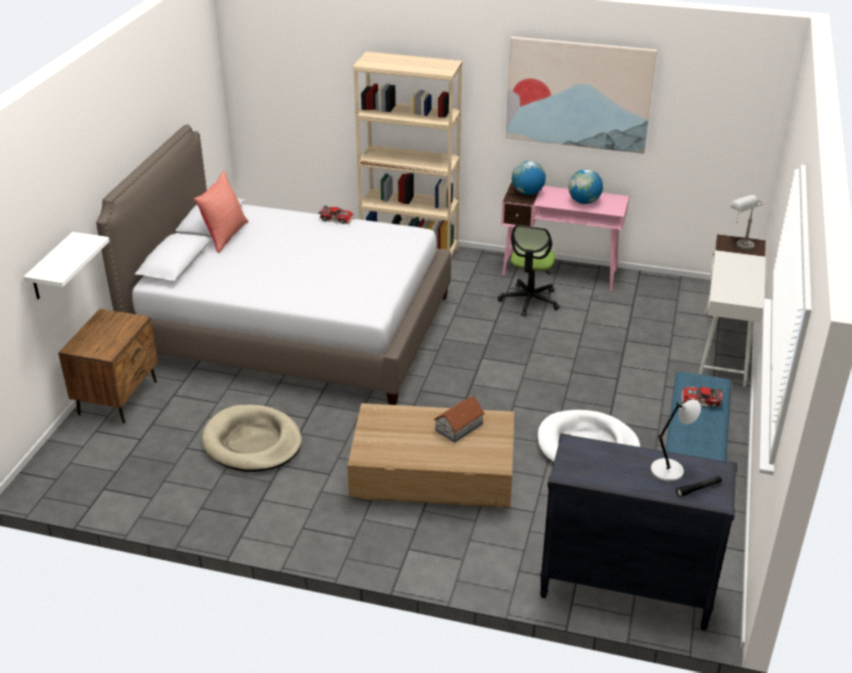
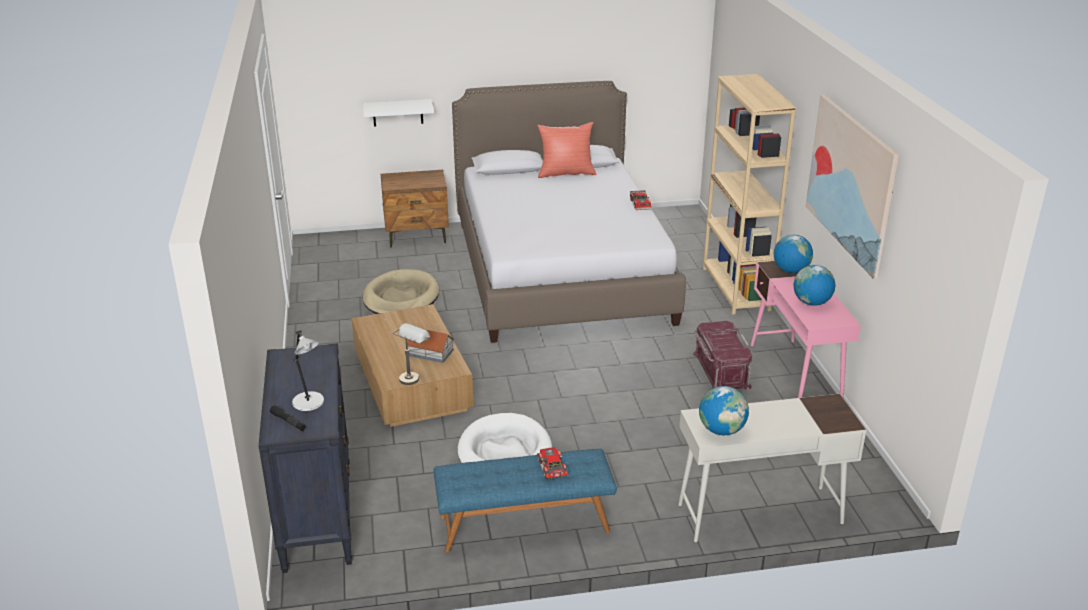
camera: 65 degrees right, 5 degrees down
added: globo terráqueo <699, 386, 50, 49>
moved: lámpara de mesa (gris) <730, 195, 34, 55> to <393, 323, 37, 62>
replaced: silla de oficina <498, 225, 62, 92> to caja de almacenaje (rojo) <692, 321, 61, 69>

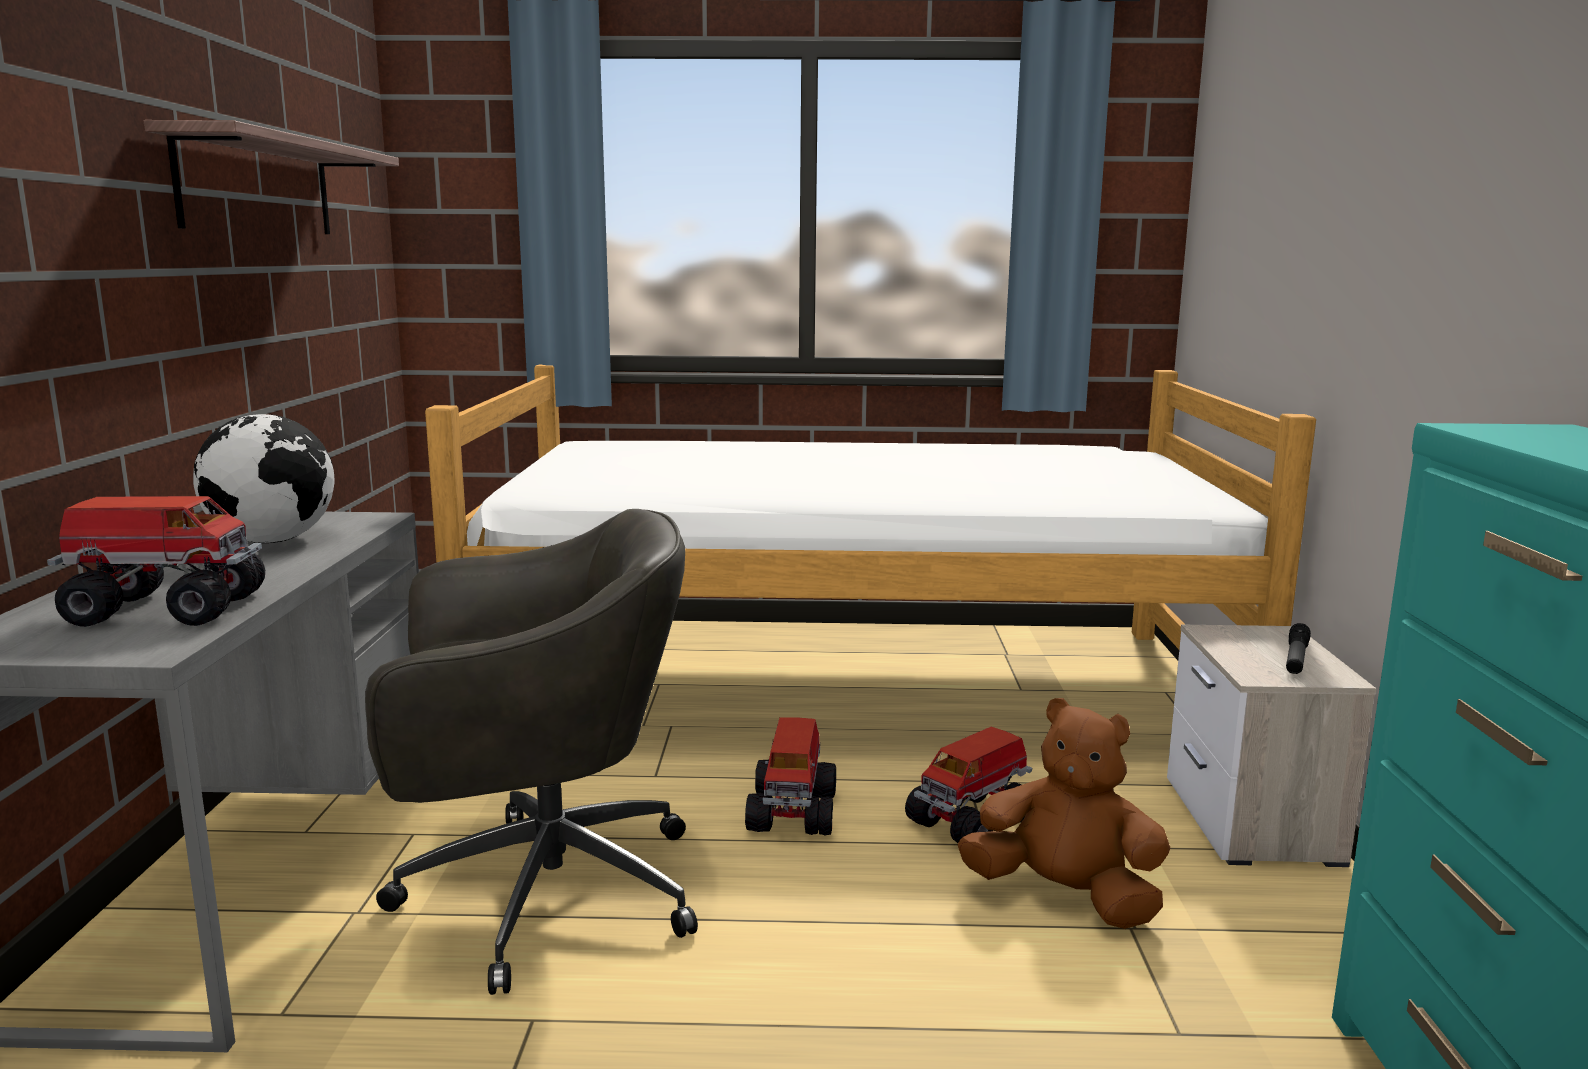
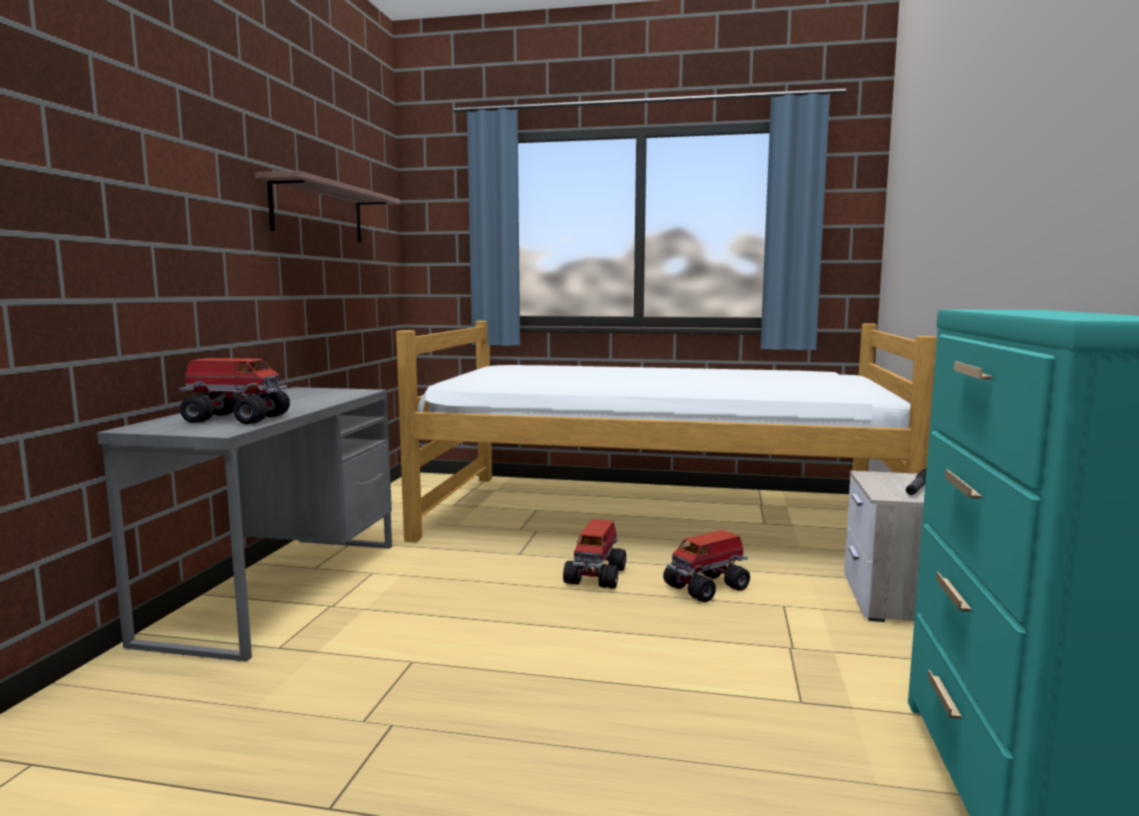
camera: 10 degrees right, 5 degrees down
removed: globo terráqueo <193, 414, 142, 129>; silla de oficina (gris) <365, 509, 333, 486>; peluche (marrón) <958, 698, 213, 231>

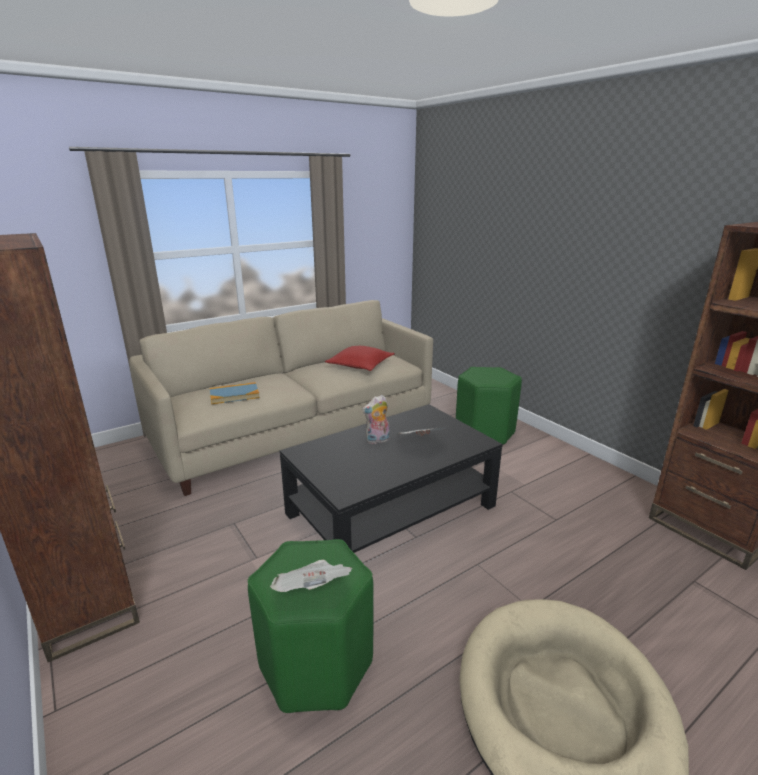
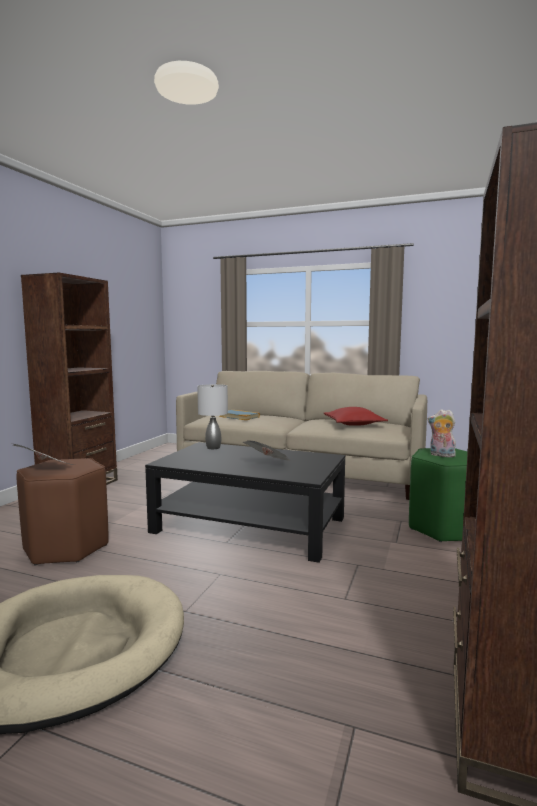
camera: 55 degrees right, 15 degrees down
added: lámpara de mesa (gris) <197, 384, 31, 65>
moved: peluche <362, 395, 28, 49> to <428, 409, 29, 49>
recoloured: taburete (verde) <248, 539, 126, 174> to taburete (marrón) <16, 458, 93, 107>

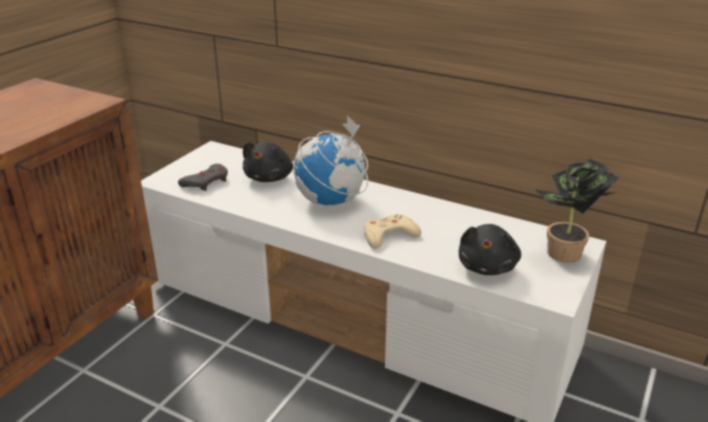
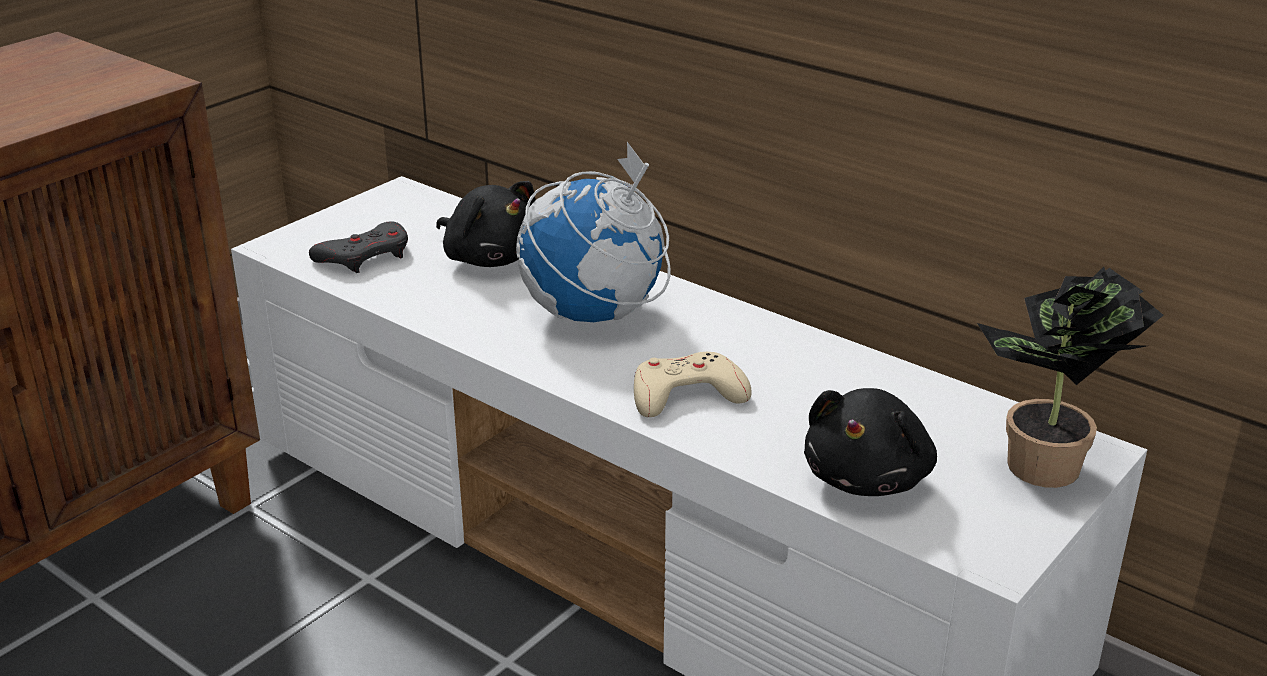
camera: 10 degrees right, 0 degrees up
turned: peluche (negro) <243, 142, 50, 40> = <436, 181, 99, 86> 75 degrees counterclockwise

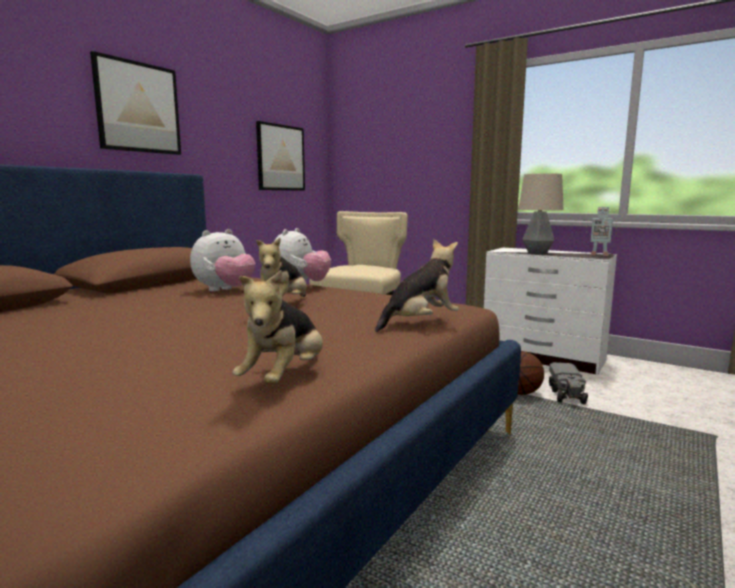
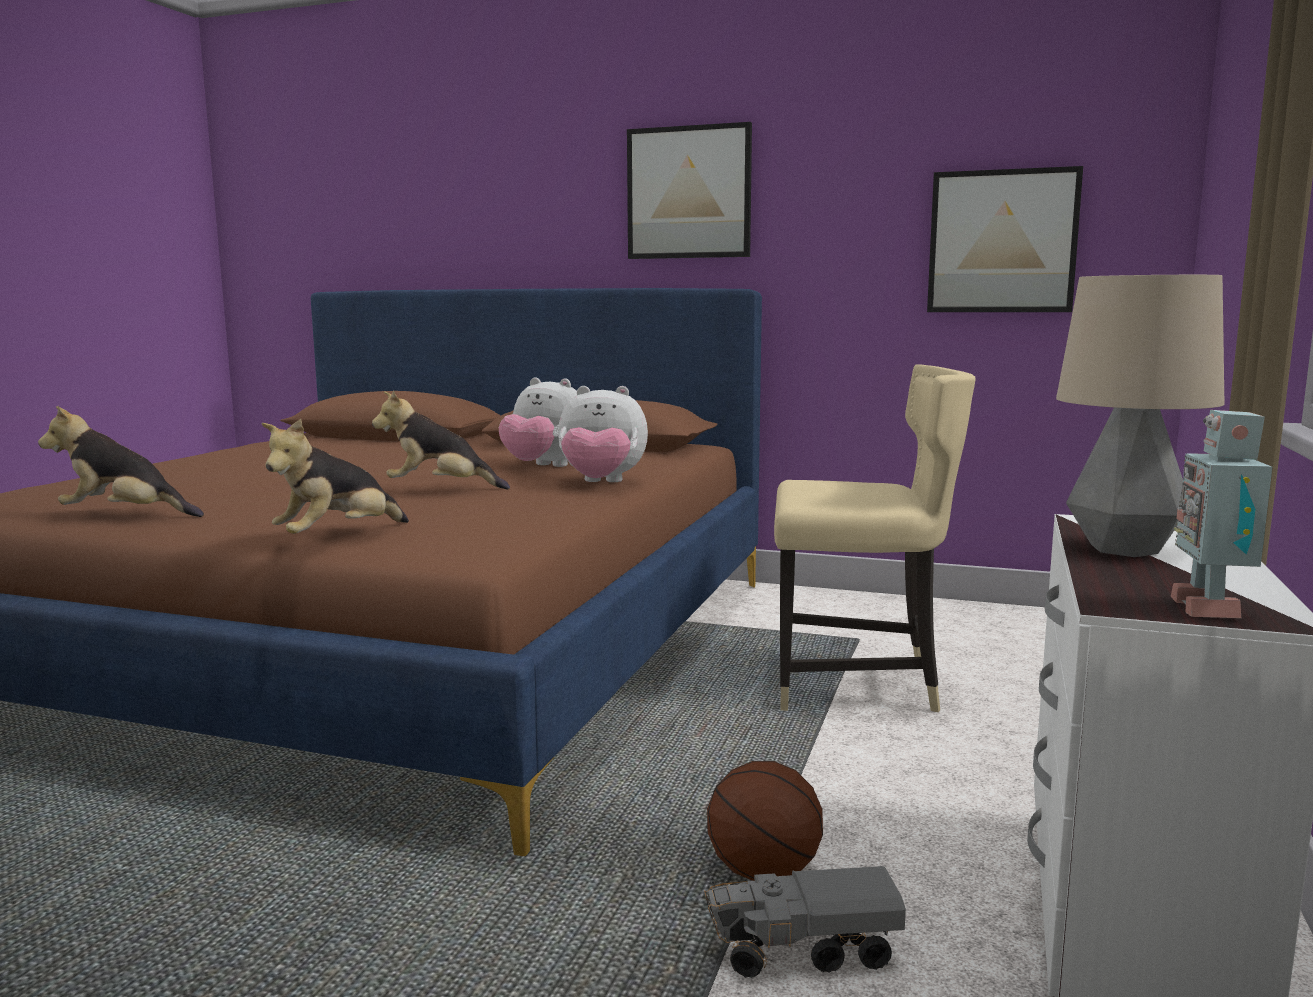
camera: 75 degrees right, 0 degrees up
turned: peluche <375, 239, 84, 93> = <262, 419, 147, 115> 90 degrees clockwise

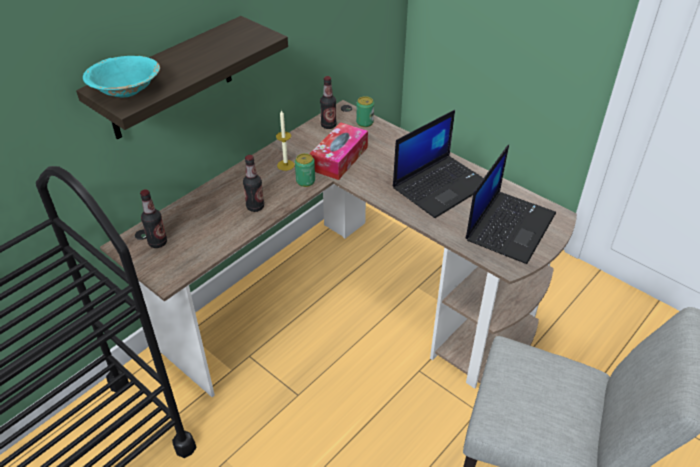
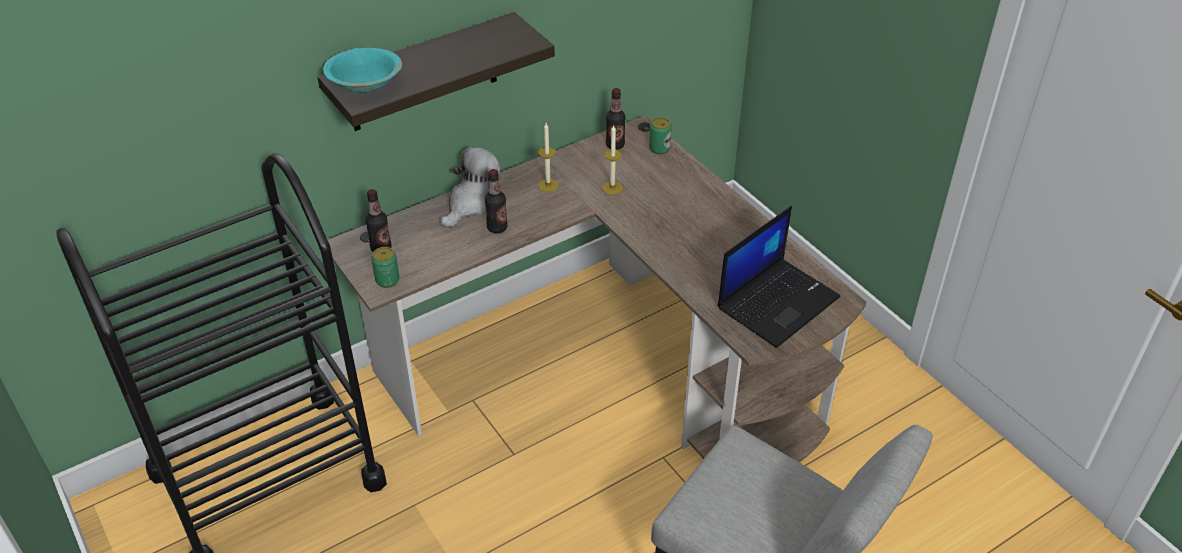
camera: 15 degrees right, 0 degrees up
removed: portátil <393, 110, 90, 108>
added: peluche <441, 147, 59, 81>
moved: lata <295, 153, 20, 34> to <371, 247, 29, 41>
replaced: caja de pañuelos <310, 122, 58, 58> to vela <602, 125, 21, 70>

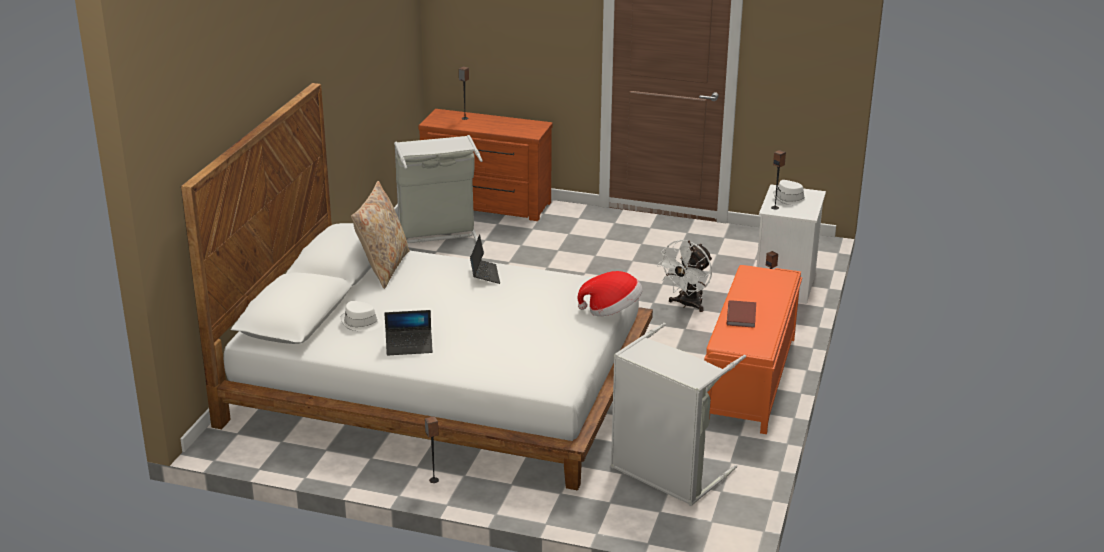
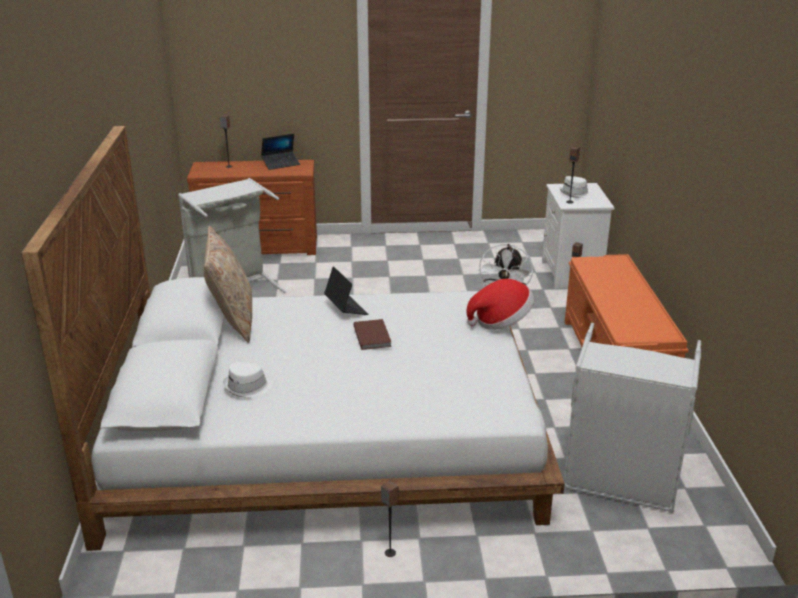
camera: 20 degrees left, 0 degrees up
moved: portátil <384, 310, 49, 46> to <261, 134, 39, 36>; libro (marrón) <727, 300, 29, 28> to <353, 319, 39, 31>

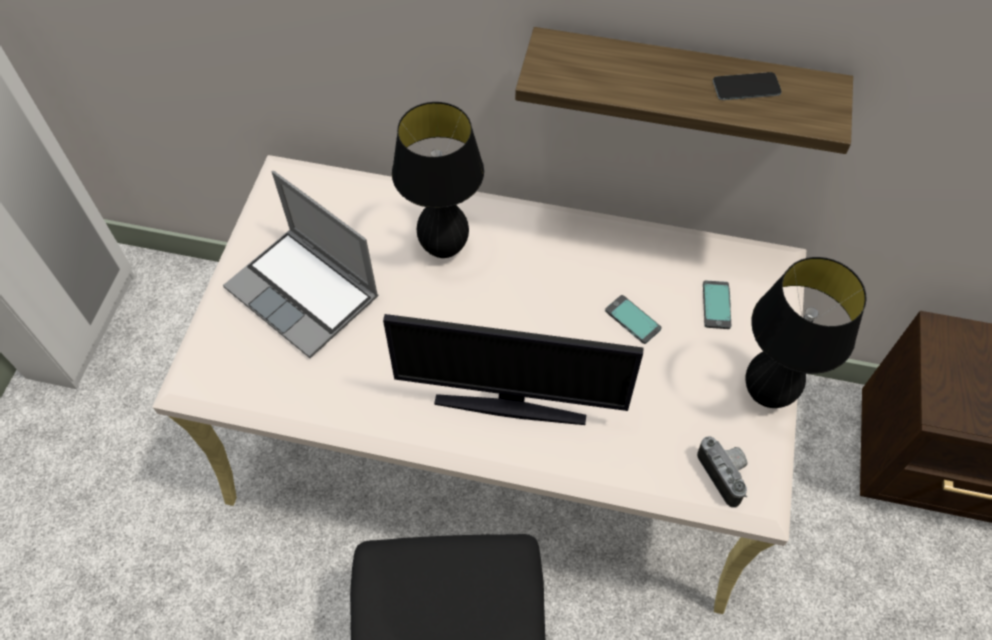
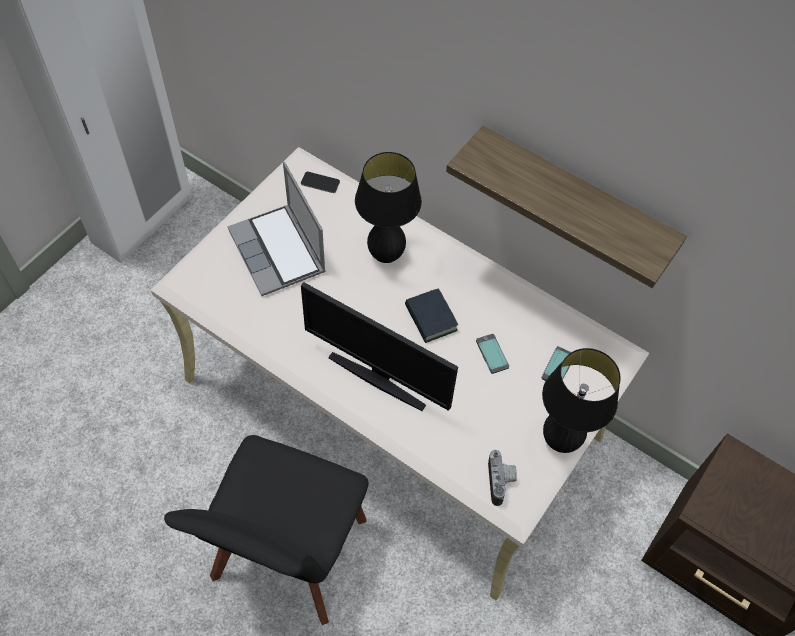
camera: 20 degrees right, 0 degrees up
added: libro <405, 289, 53, 54>
moved: móvil <713, 72, 69, 28> to <301, 172, 39, 21>

